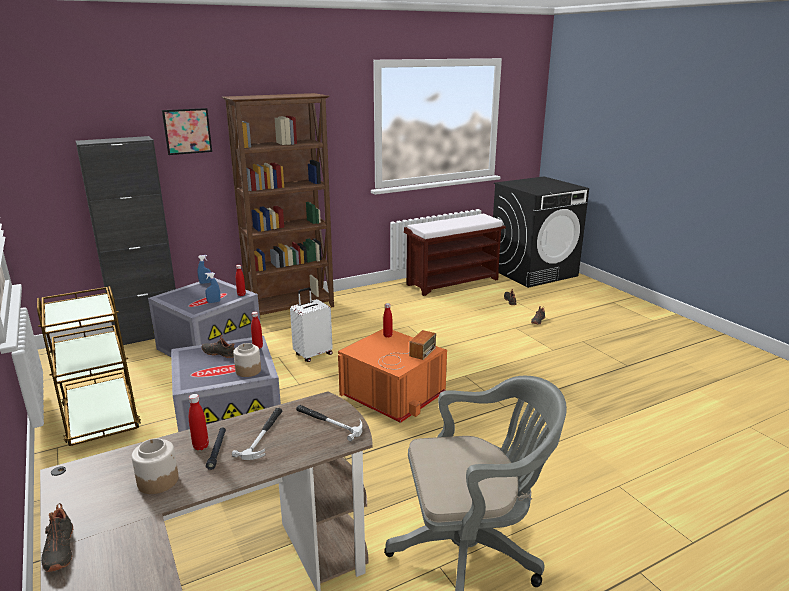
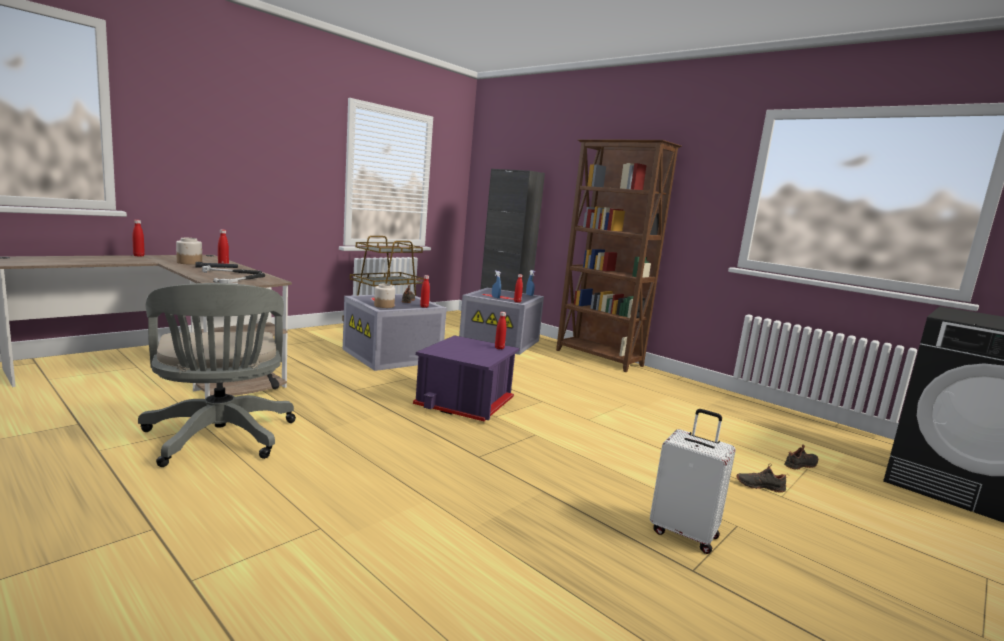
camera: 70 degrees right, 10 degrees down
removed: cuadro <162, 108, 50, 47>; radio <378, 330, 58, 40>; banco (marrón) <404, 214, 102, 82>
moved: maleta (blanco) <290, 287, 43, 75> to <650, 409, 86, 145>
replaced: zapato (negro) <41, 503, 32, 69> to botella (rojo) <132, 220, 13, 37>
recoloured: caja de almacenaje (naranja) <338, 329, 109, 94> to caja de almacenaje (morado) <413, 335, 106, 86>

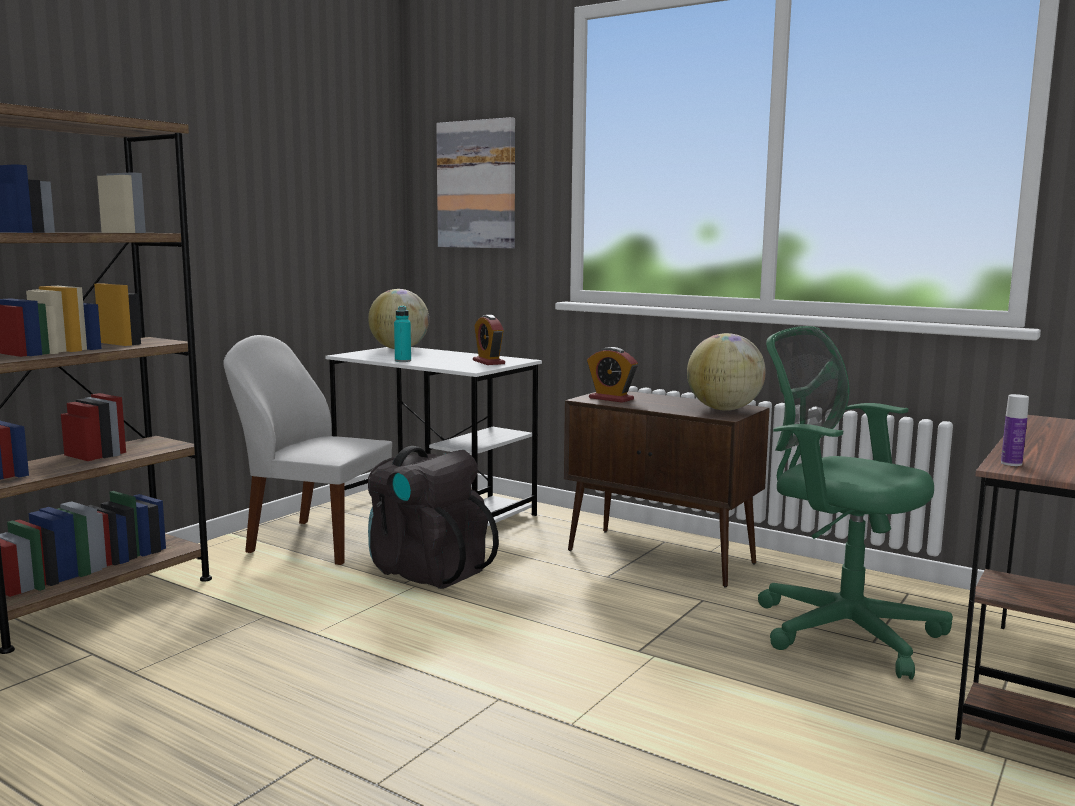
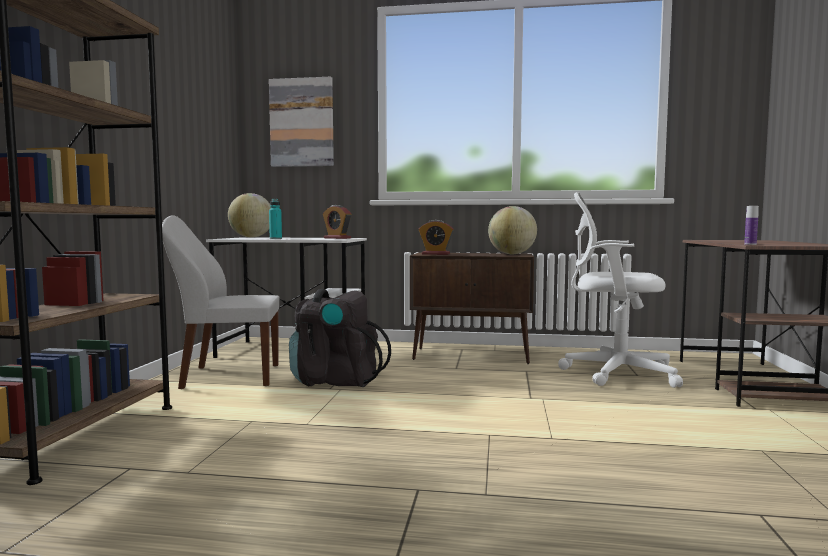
camera: 25 degrees left, 5 degrees down
recoloured: silla de oficina (verde) <758, 326, 195, 354> to silla de oficina (blanco) <558, 192, 125, 196>

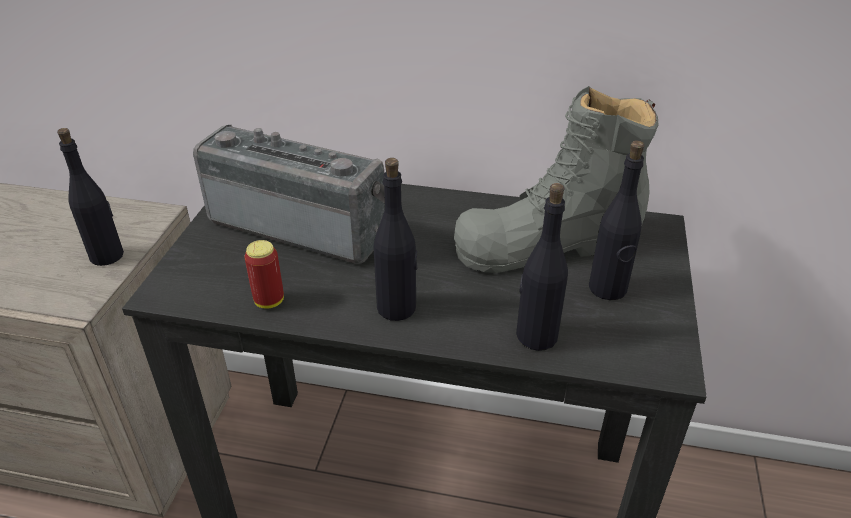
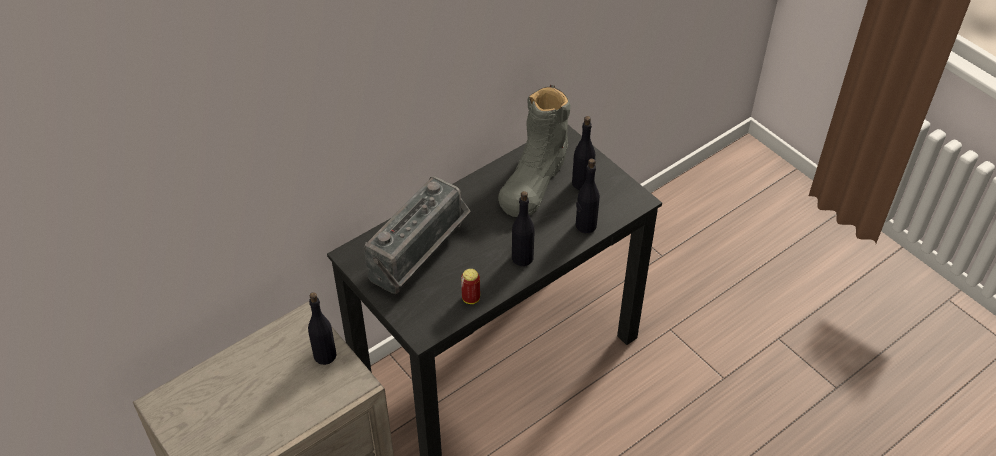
camera: 50 degrees left, 10 degrees up
turned: radio <193, 125, 192, 139> = <364, 176, 106, 118> 150 degrees clockwise

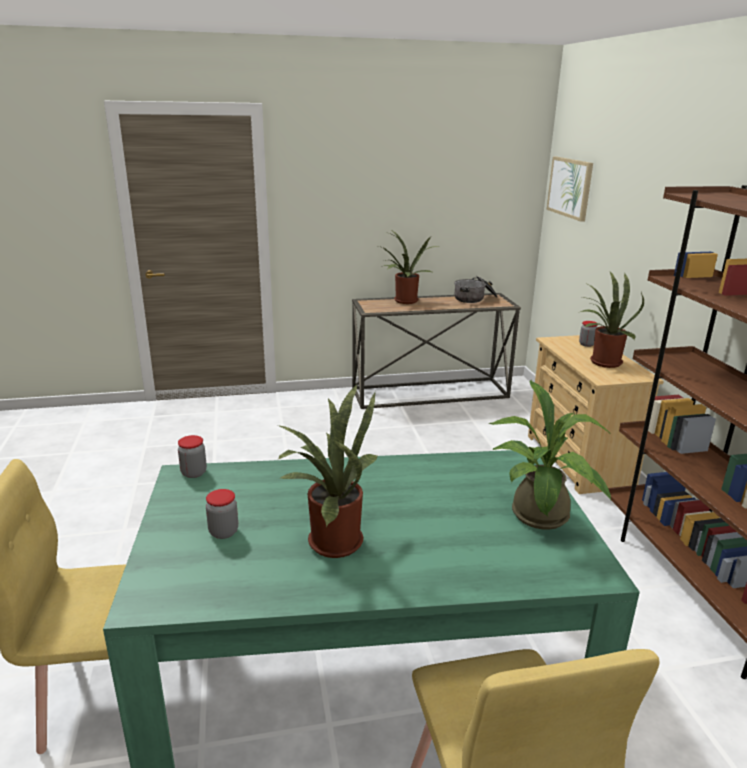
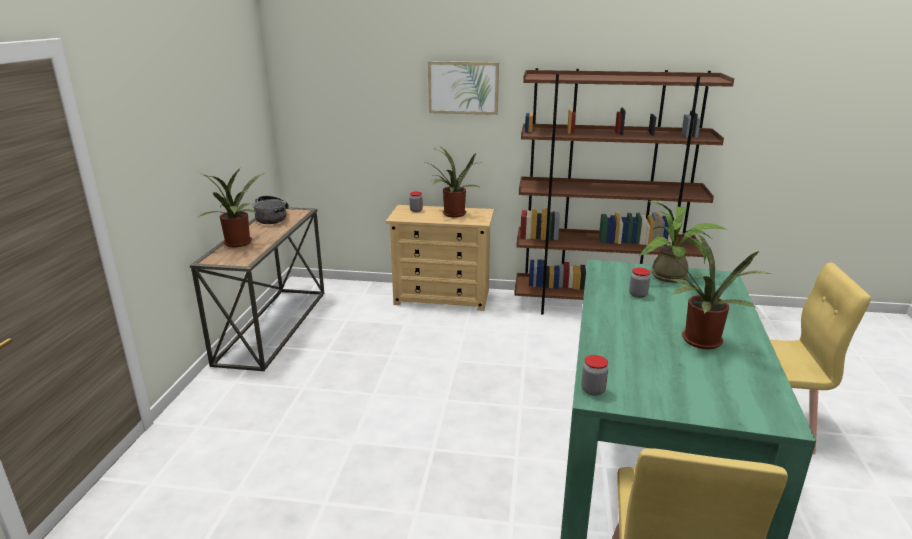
camera: 70 degrees left, 0 degrees up
moved: tarro <206, 489, 32, 50> to <629, 268, 21, 30>; cuadro <547, 157, 46, 65> to <428, 61, 71, 54>

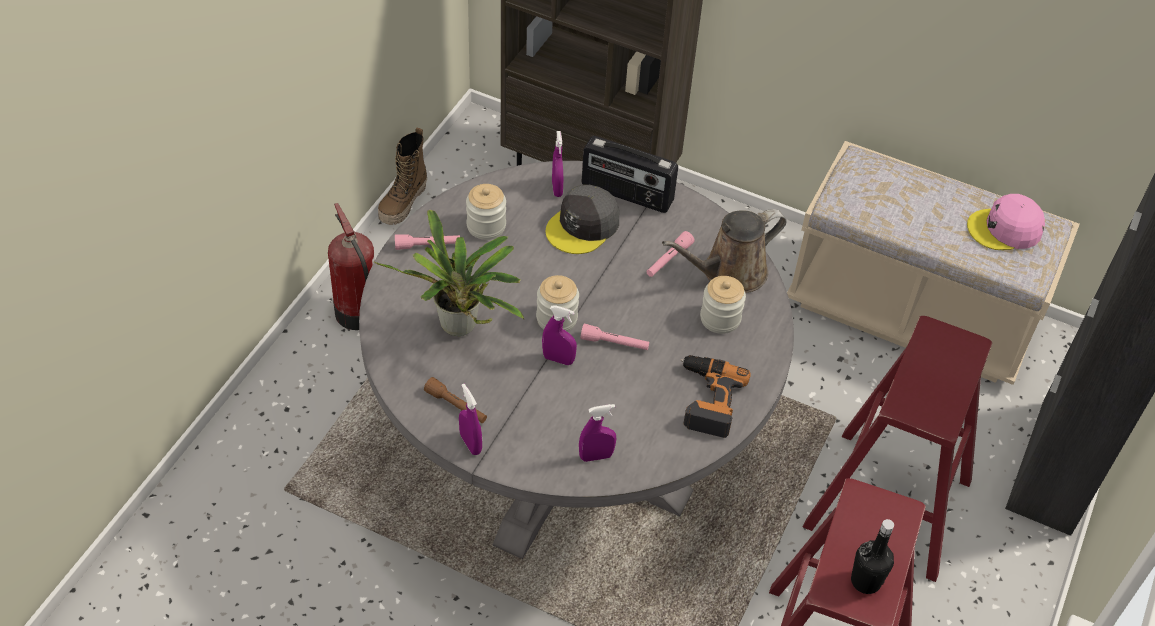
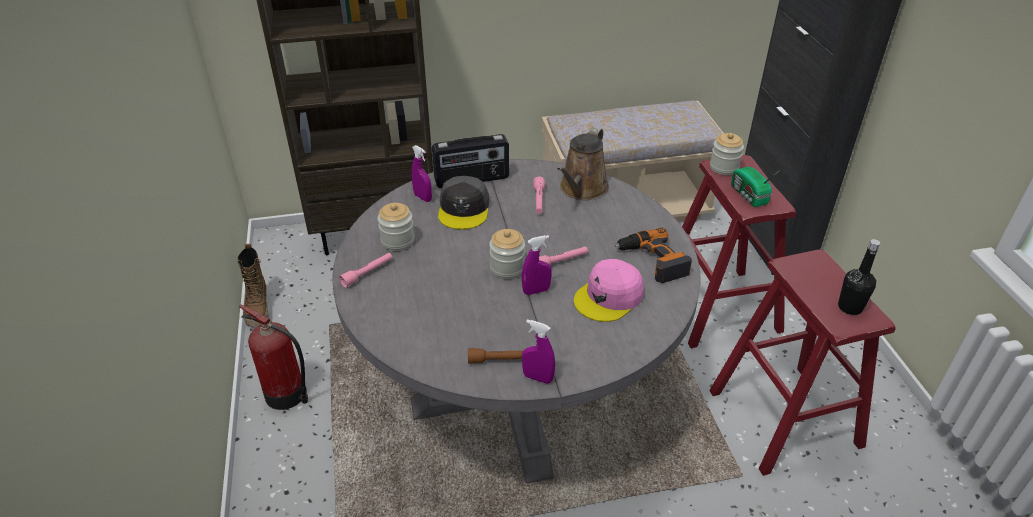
camera: 35 degrees left, 10 degrees down
removed: planta en maceta <374, 209, 150, 128>; pulverizador (morado) <579, 404, 37, 58>
added: radio <731, 166, 49, 41>
moved: tarro <700, 276, 46, 58> to <710, 133, 34, 42>; gorra (rosa) <967, 194, 78, 56> to <574, 259, 70, 63>

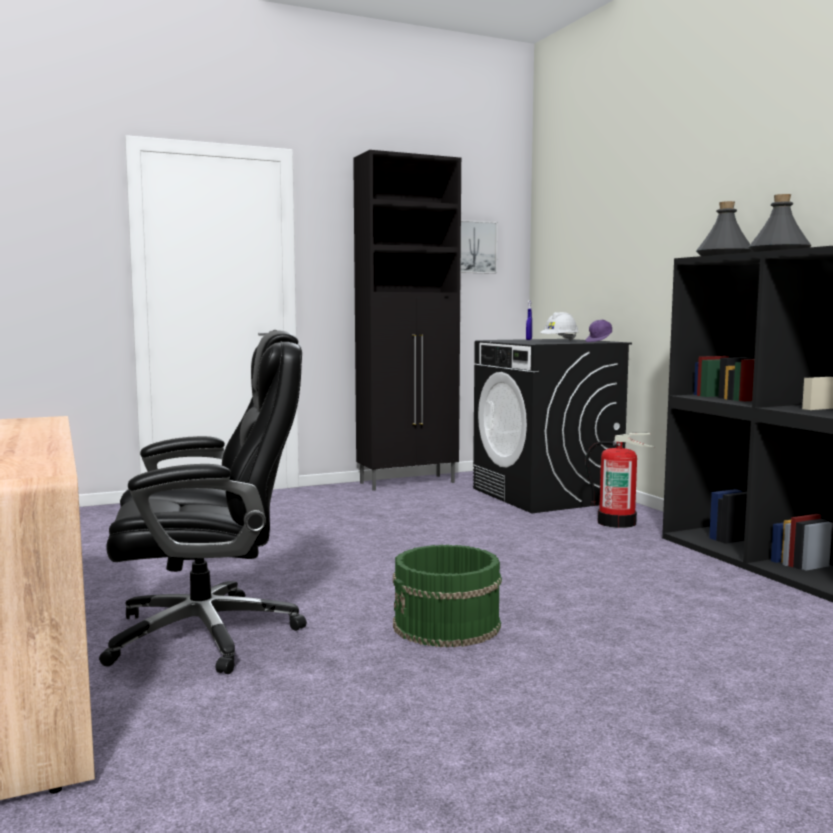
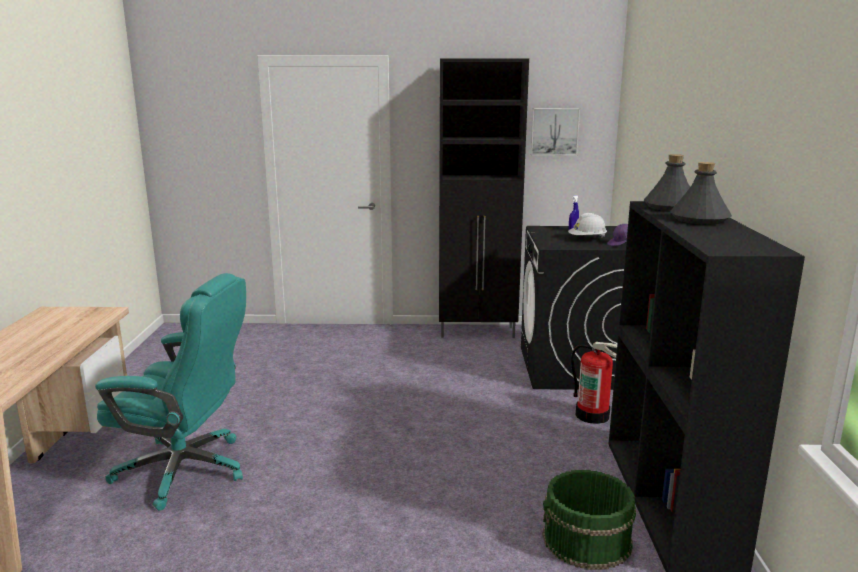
camera: 25 degrees right, 10 degrees up
moved: cubo (verde) <393, 545, 109, 102> to <542, 470, 94, 100>
recoloured: silla de oficina (negro) <99, 330, 208, 344> to silla de oficina (turquesa) <95, 273, 151, 238>

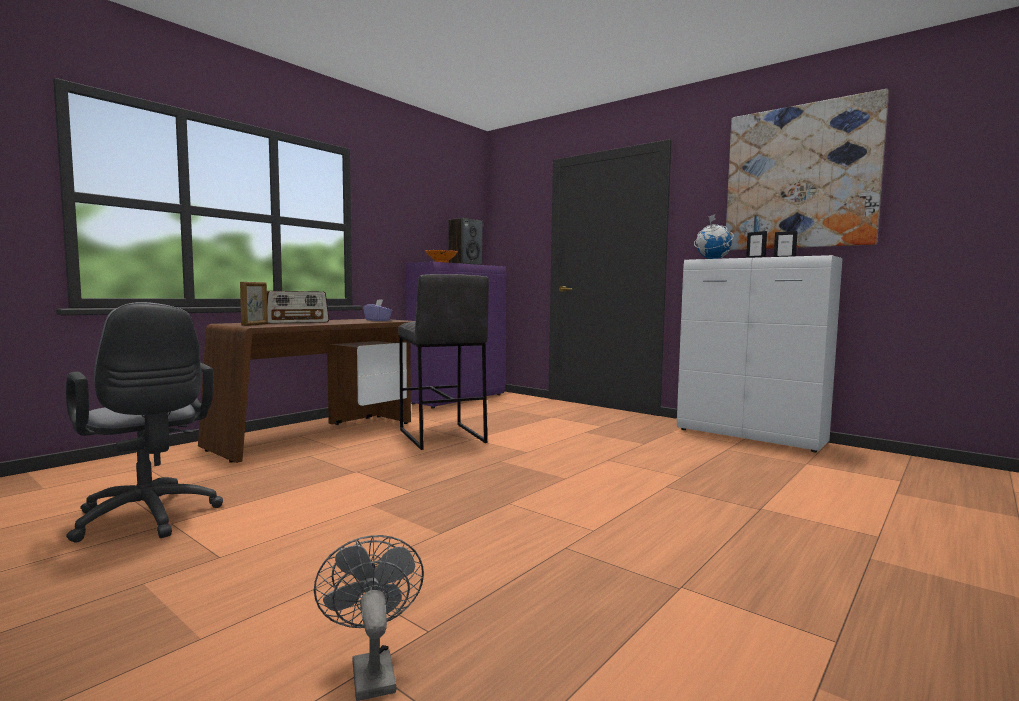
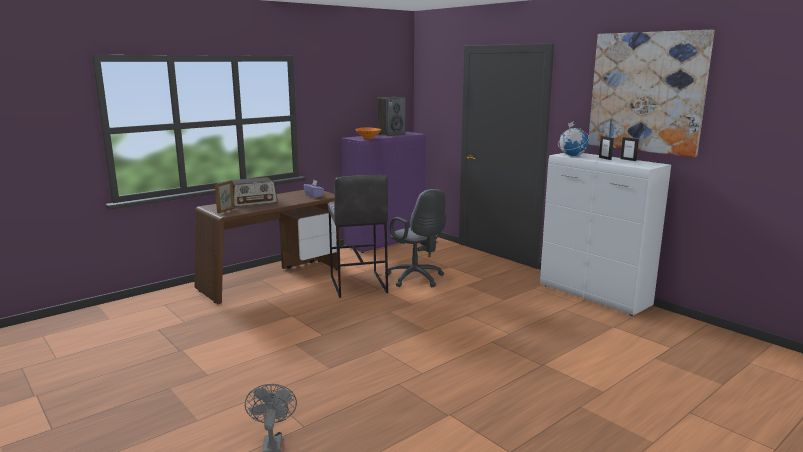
camera: 10 degrees right, 10 degrees up
moved: silla de oficina (gris) <66, 302, 157, 241> to <385, 189, 61, 98>

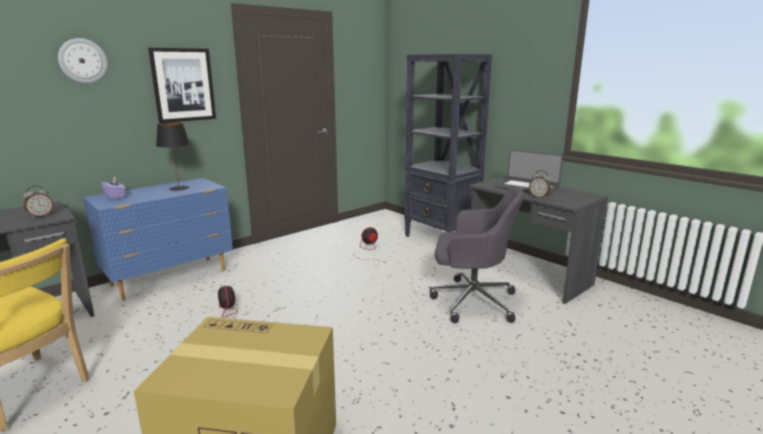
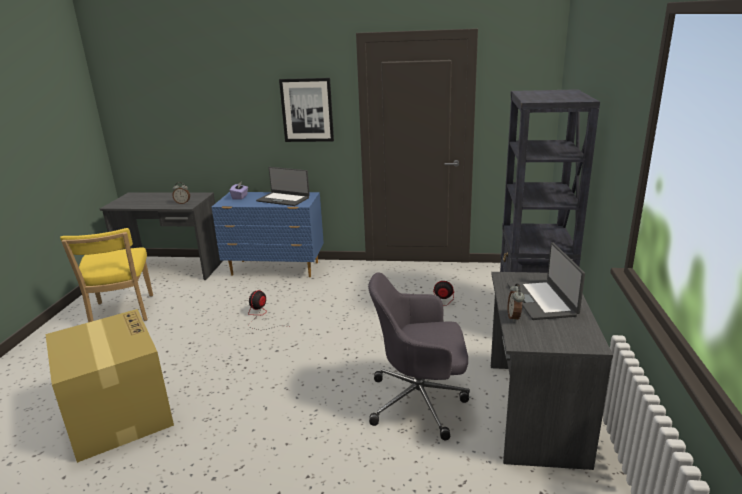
camera: 50 degrees right, 5 degrees up
removed: reloj de pared <58, 38, 50, 45>
replaced: lámpara de mesa (negro) <156, 122, 34, 69> to portátil <256, 167, 54, 39>
turned: silla de oficina (gris) <430, 187, 94, 136> = <368, 272, 102, 168> 120 degrees clockwise

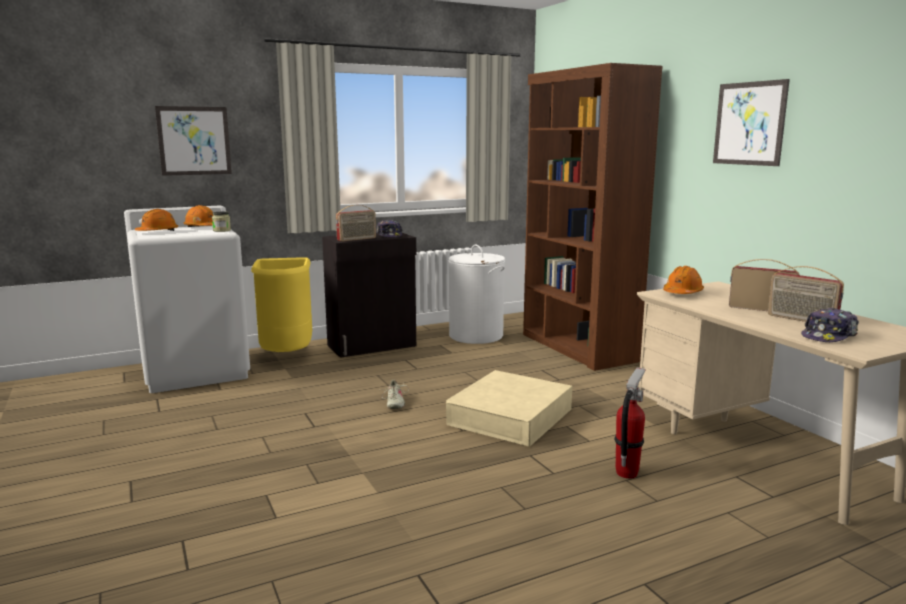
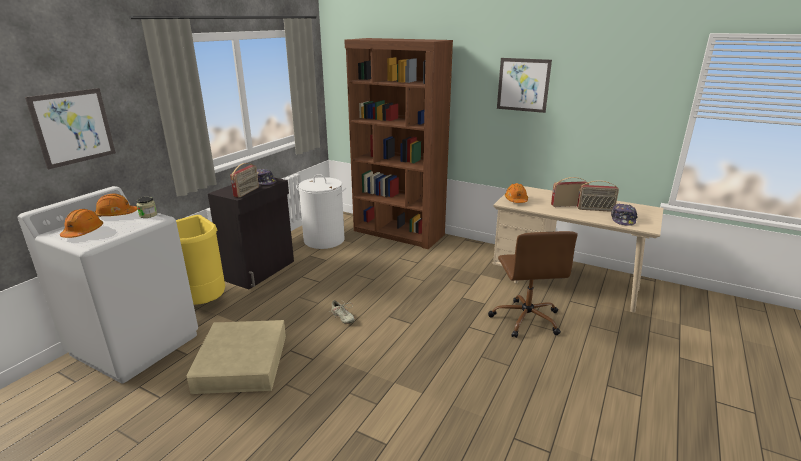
camera: 35 degrees left, 10 degrees up
moved: caja de almacenaje (beis) <446, 370, 126, 77> to <186, 320, 100, 74>
replaced: extintor <614, 367, 32, 112> to silla de oficina (marrón) <488, 231, 90, 107>

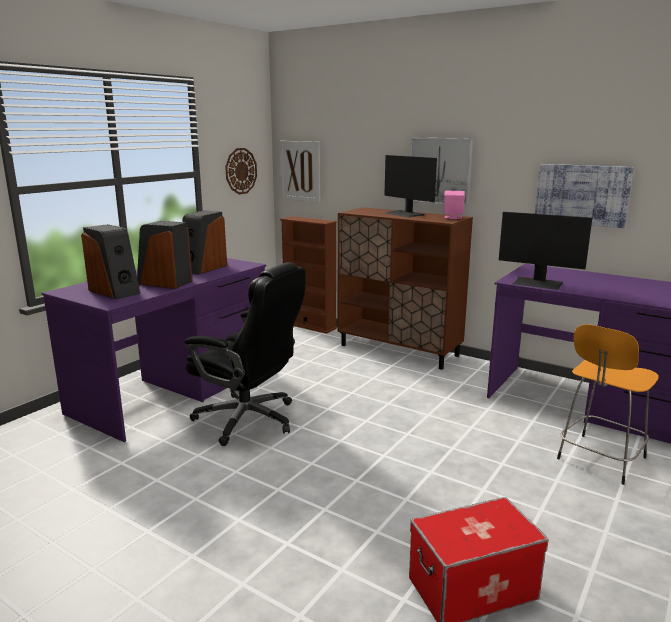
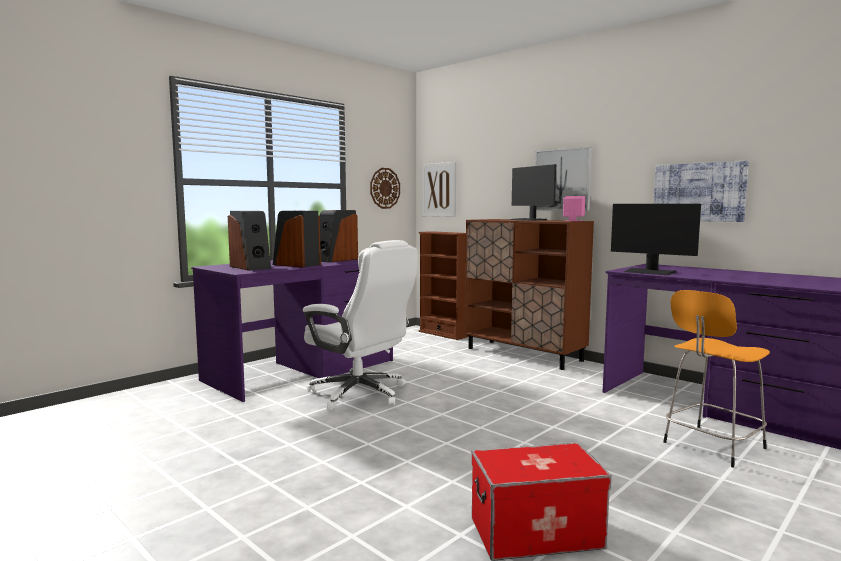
camera: 10 degrees right, 10 degrees down
recoloured: silla de oficina (negro) <185, 262, 121, 184> to silla de oficina (blanco) <303, 240, 114, 170>

